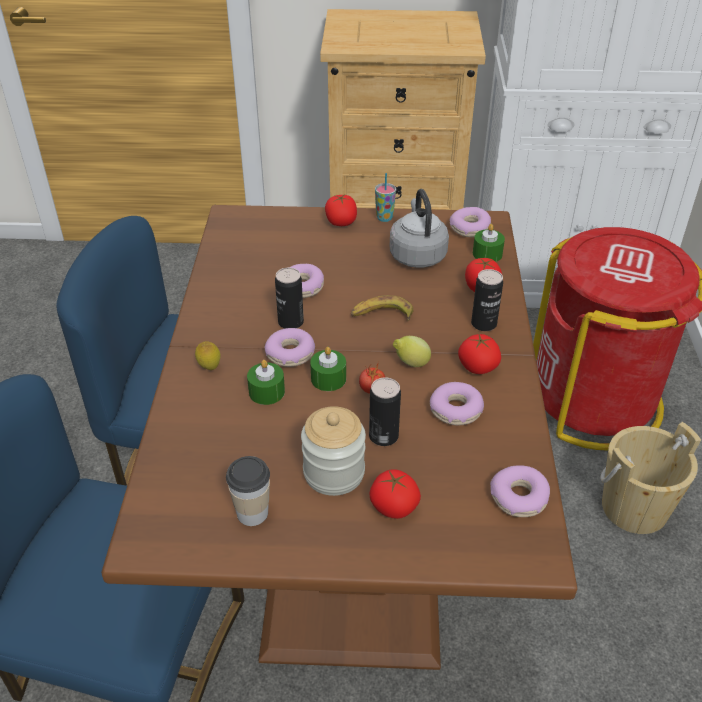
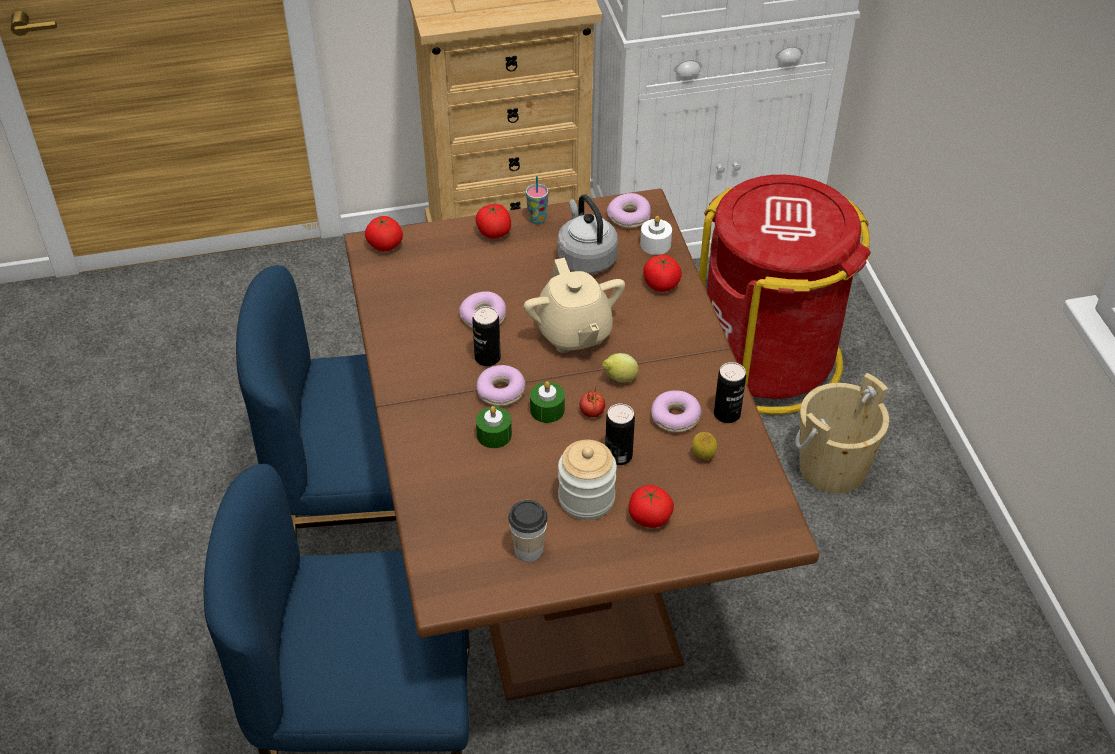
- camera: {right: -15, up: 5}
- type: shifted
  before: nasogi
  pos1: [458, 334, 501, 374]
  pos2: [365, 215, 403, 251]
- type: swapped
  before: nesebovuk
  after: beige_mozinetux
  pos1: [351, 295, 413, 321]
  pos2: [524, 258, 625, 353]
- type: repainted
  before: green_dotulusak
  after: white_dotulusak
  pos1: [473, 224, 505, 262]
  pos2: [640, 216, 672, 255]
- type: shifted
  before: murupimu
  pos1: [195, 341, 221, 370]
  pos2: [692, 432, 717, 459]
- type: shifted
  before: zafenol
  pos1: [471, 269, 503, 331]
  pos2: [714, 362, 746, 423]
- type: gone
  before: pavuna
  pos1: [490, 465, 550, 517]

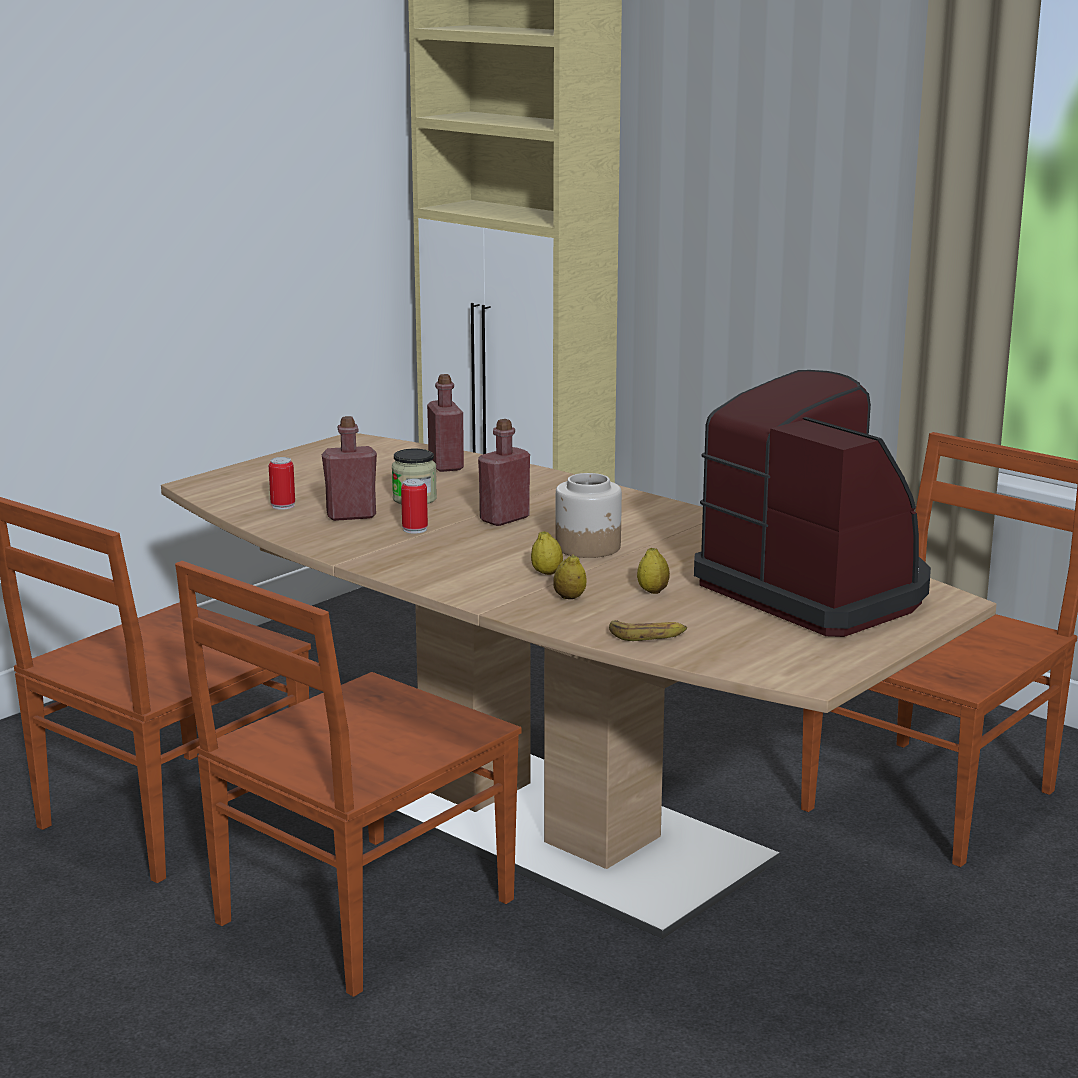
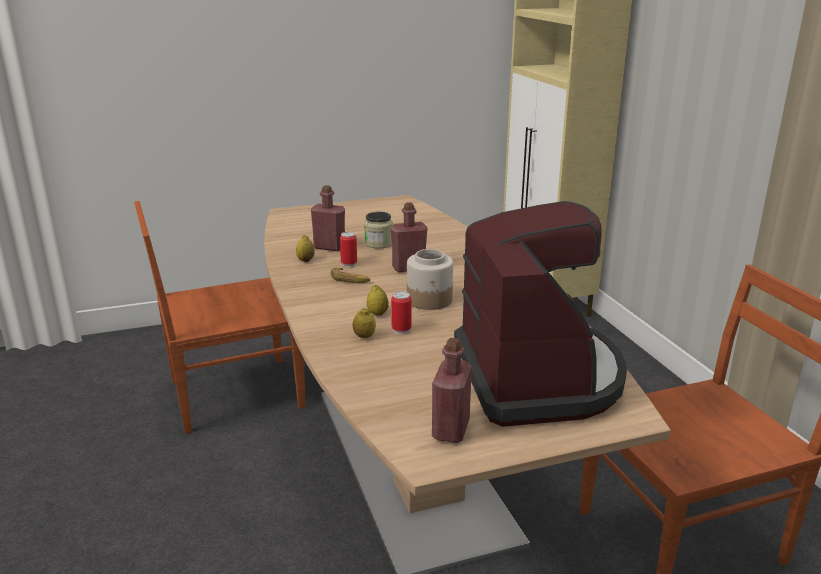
- camera: {right: 30, up: 5}
- type: shifted
  before: murupimu
  pos1: [637, 548, 670, 594]
  pos2: [296, 235, 315, 262]
- type: shifted
  before: nesebovuk
  pos1: [609, 620, 687, 641]
  pos2: [331, 268, 370, 284]
- type: shifted
  before: zafenol
  pos1: [269, 457, 295, 510]
  pos2: [391, 291, 411, 334]
- type: shifted
  before: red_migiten
  pos1: [427, 374, 464, 472]
  pos2: [432, 338, 472, 443]
- type: gone
  before: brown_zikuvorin
  pos1: [175, 561, 522, 997]

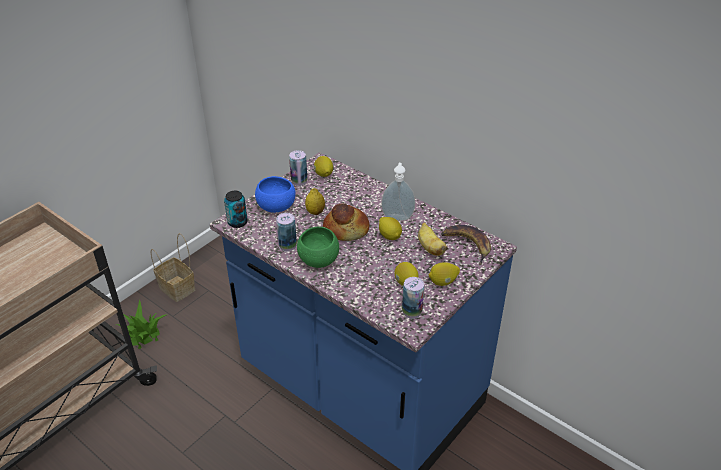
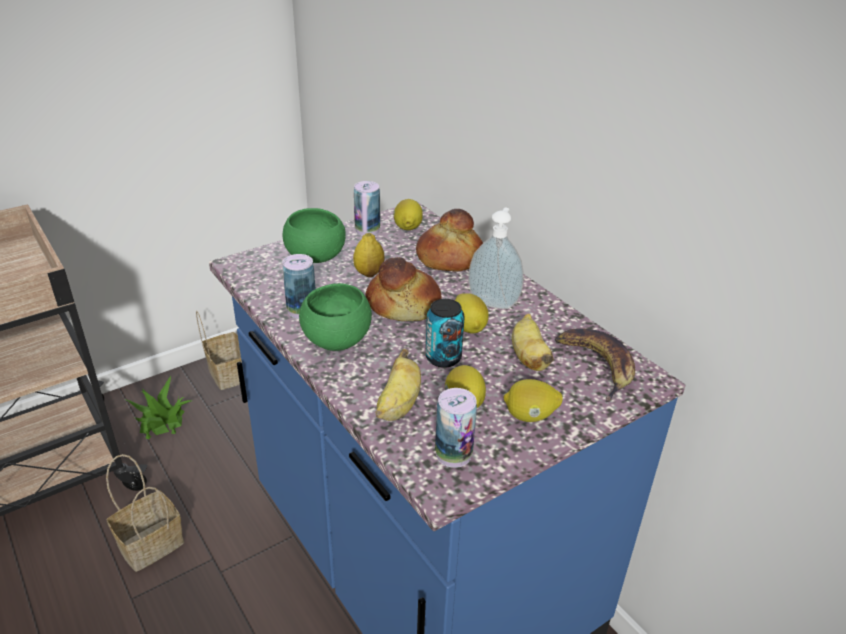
- camera: {right: 15, up: -5}
- type: new
  after: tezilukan
  pos2: [106, 454, 184, 572]
- type: repainted
  before: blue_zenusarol
  after: green_zenusarol
  pos1: [255, 176, 295, 213]
  pos2: [283, 208, 346, 263]
- type: new
  after: nesebovuk
  pos2: [375, 349, 421, 421]
- type: new
  after: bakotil
  pos2: [416, 209, 483, 271]
- type: shifted
  before: zafenol
  pos1: [224, 191, 248, 228]
  pos2: [425, 299, 465, 368]

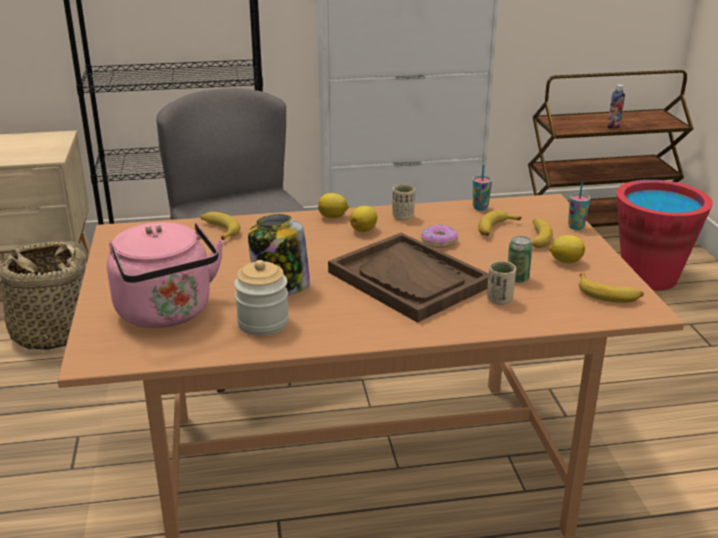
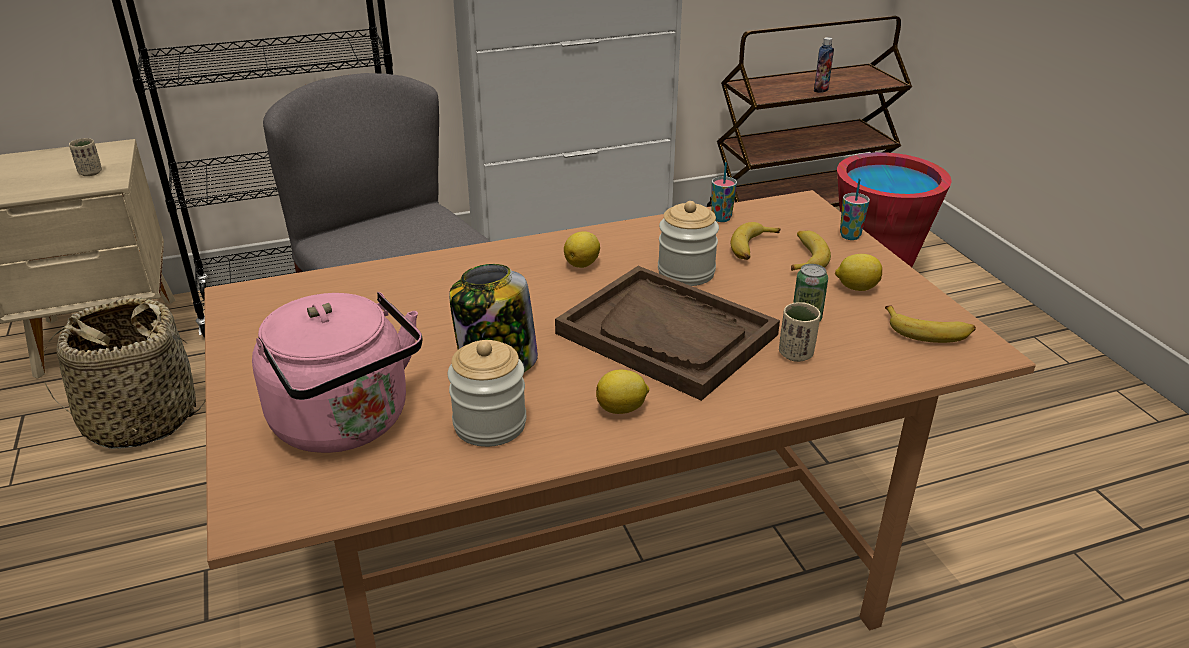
- camera: {right: -10, up: 5}
- type: shifted
  before: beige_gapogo
  pos1: [392, 184, 415, 221]
  pos2: [69, 138, 102, 176]
- type: shifted
  before: murupimu
  pos1: [318, 193, 349, 218]
  pos2: [596, 369, 649, 414]
- type: swapped
  before: pavuna
  after: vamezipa
  pos1: [421, 225, 458, 248]
  pos2: [658, 201, 719, 286]
- type: gone
  before: nesebovuk
  pos1: [201, 212, 240, 240]

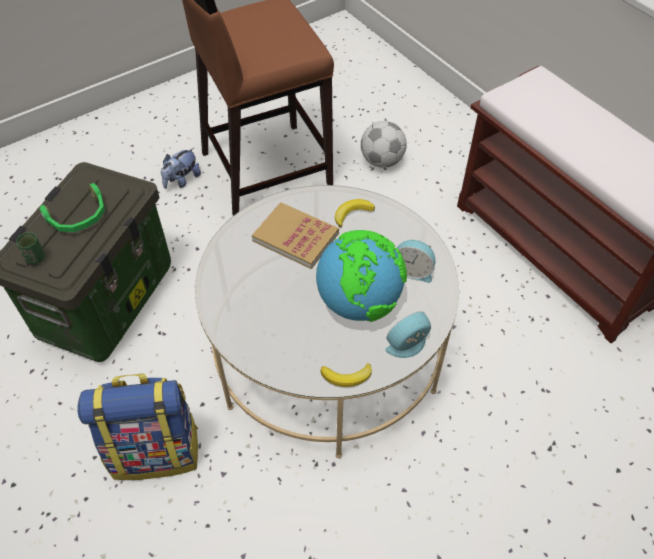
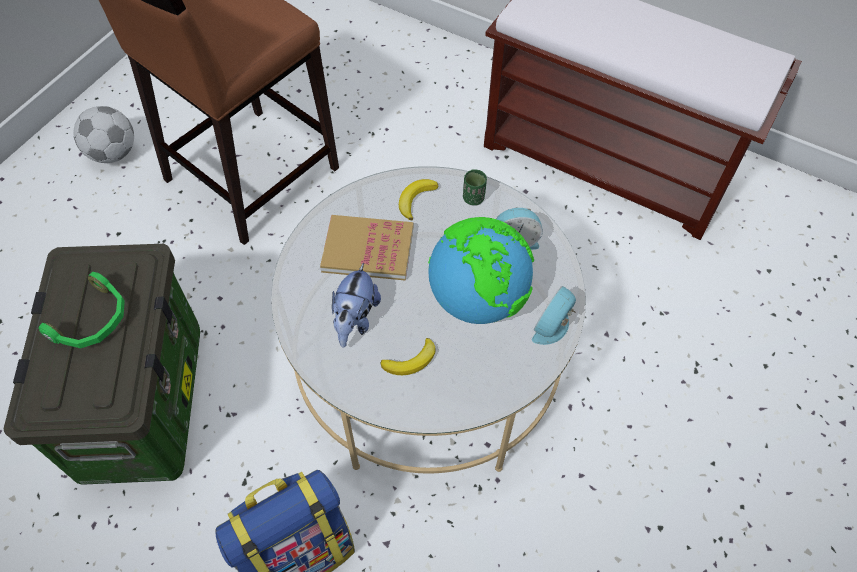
- camera: {right: -25, up: 5}
- type: shifted
  before: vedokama
  pos1: [361, 121, 407, 168]
  pos2: [73, 106, 134, 163]
- type: shifted
  before: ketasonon
  pos1: [161, 148, 201, 189]
  pos2: [332, 263, 381, 348]
- type: shifted
  before: nesebovuk
  pos1: [321, 363, 372, 387]
  pos2: [380, 338, 436, 375]
- type: shifted
  before: green_gapogo
  pos1: [16, 232, 45, 264]
  pos2: [463, 169, 487, 205]

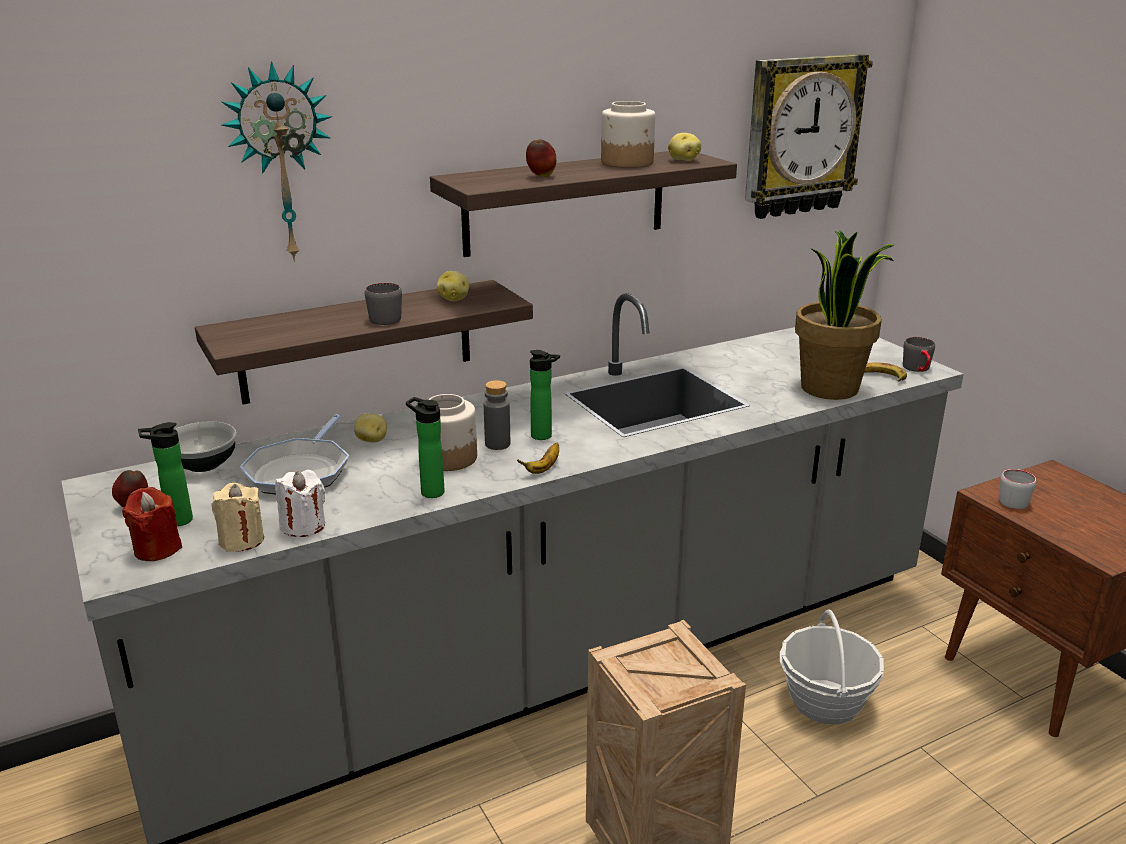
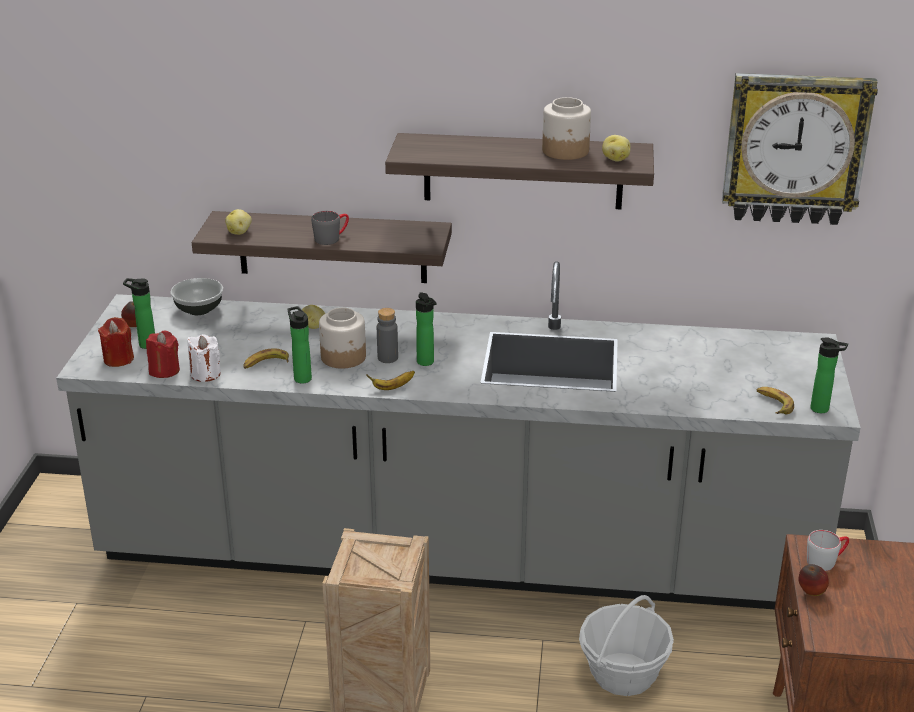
- camera: {right: 35, up: 5}
- type: repainted
  before: beige_dotulusak
  after: red_dotulusak
  pos1: [212, 483, 264, 552]
  pos2: [146, 330, 180, 378]
- type: shifted
  before: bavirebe
  pos1: [437, 271, 470, 301]
  pos2: [225, 209, 252, 235]
- type: new
  after: nesebovuk
  pos2: [243, 348, 289, 369]
- type: shifted
  before: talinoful
  pos1: [526, 139, 556, 177]
  pos2: [798, 564, 829, 596]
- type: swapped
  before: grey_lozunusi
  after: migiten
  pos1: [903, 337, 935, 372]
  pos2: [810, 337, 848, 413]
- type: gone
  before: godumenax
  pos1: [222, 61, 332, 262]
- type: gone
  before: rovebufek
  pos1: [240, 414, 349, 494]
- type: gone
  before: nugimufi
  pos1: [795, 230, 894, 400]

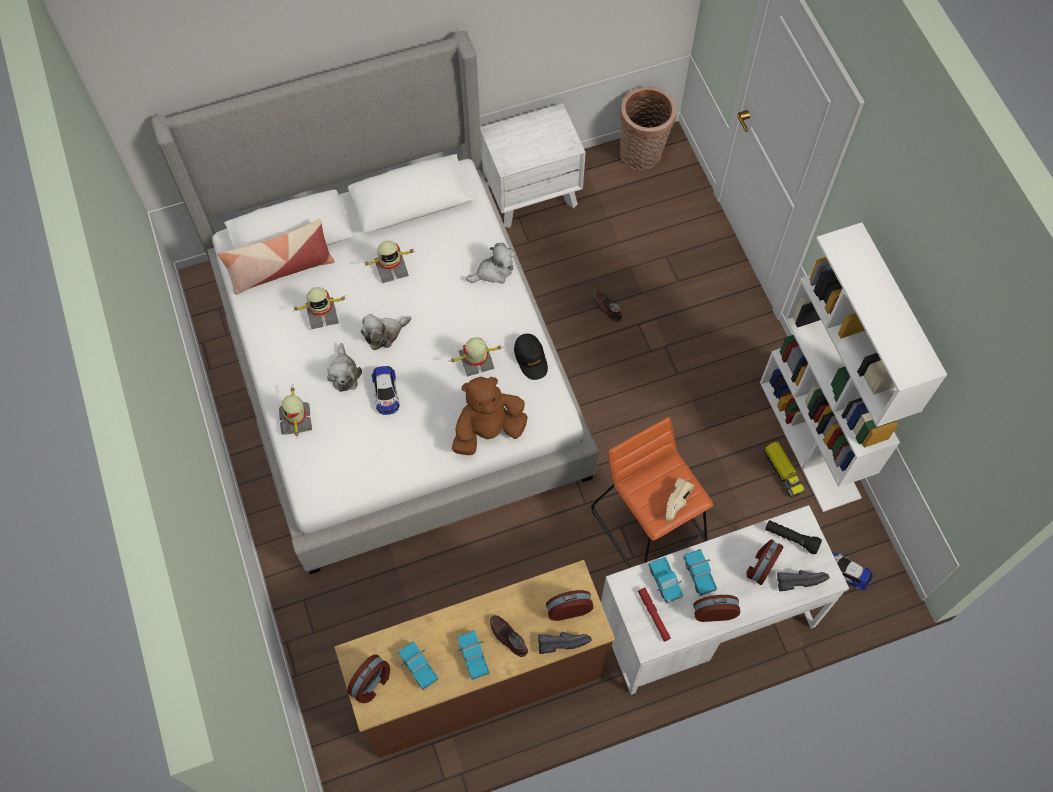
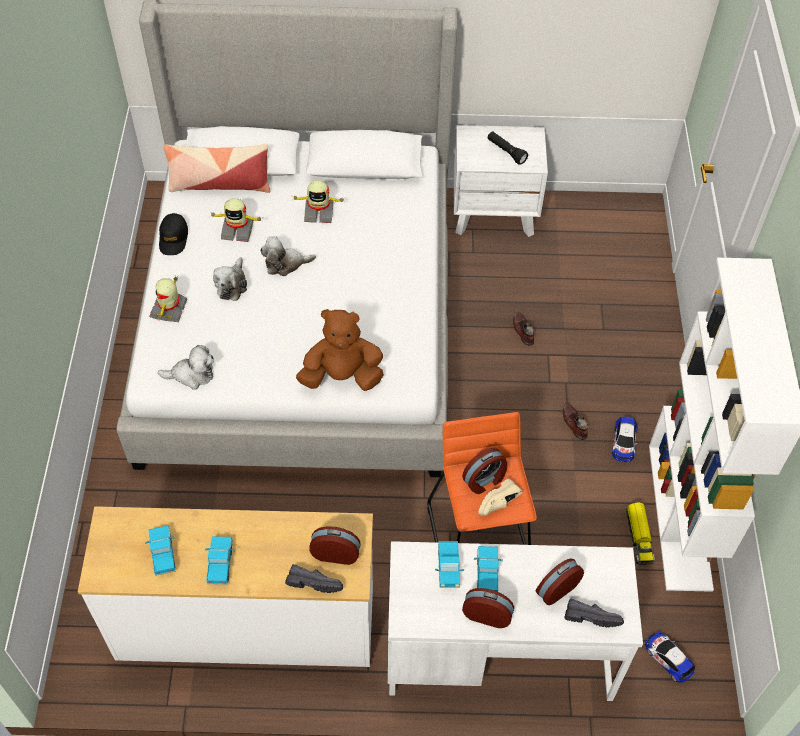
- camera: {right: 20, up: -10}
- type: repainted
  before: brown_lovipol
  after: white_lovipol
  pos1: [335, 560, 615, 758]
  pos2: [78, 506, 373, 667]
- type: shifted
  before: ketasonon
  pos1: [466, 243, 515, 284]
  pos2: [158, 345, 214, 390]
- type: shifted
  before: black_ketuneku
  pos1: [514, 334, 548, 380]
  pos2: [159, 213, 188, 255]
- type: shifted
  before: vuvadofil
  pos1: [347, 654, 390, 703]
  pos2: [462, 448, 507, 494]
- type: shifted
  before: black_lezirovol
  pos1: [765, 520, 822, 555]
  pos2: [488, 131, 528, 165]
- type: shifted
  before: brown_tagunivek
  pos1: [490, 615, 528, 657]
  pos2: [563, 403, 588, 440]
- type: shifted
  before: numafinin
  pos1: [372, 366, 400, 415]
  pos2: [612, 417, 638, 462]
- type: gone
  before: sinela
  pos1: [449, 337, 504, 377]
- type: gone
  before: tezilukan
  pos1: [620, 86, 677, 170]
- type: gone
  before: red_lezirovol
  pos1: [638, 588, 671, 642]

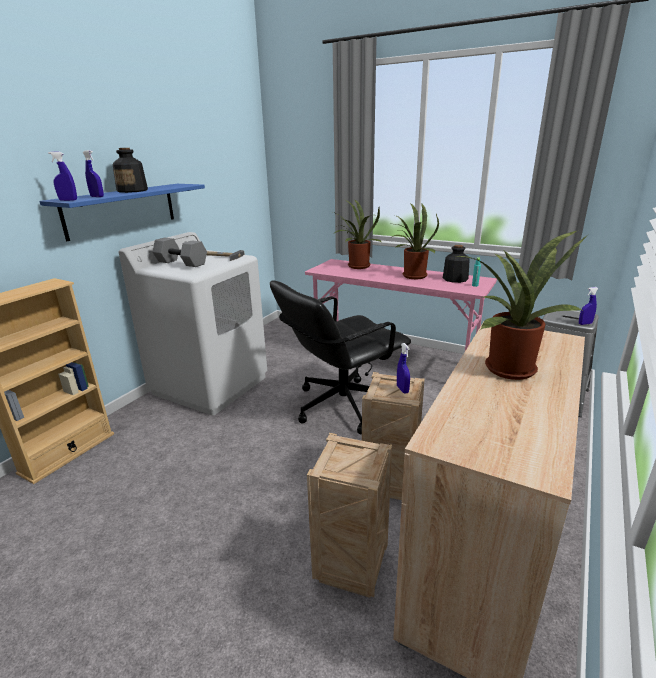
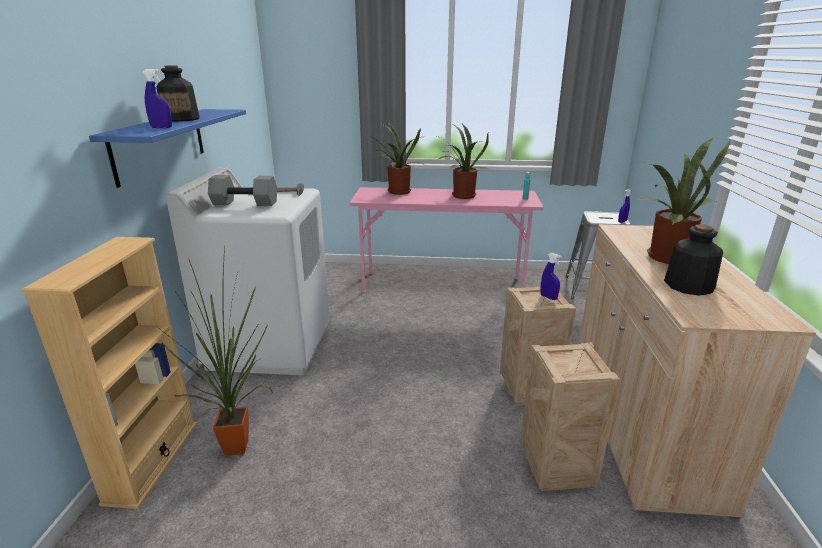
- camera: {right: -25, up: 0}
- type: new
  after: nugimufi
  pos2: [156, 247, 273, 456]
- type: shifted
  before: migiten
  pos1: [443, 245, 470, 283]
  pos2: [664, 224, 723, 296]
- type: gone
  before: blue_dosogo
  pos1: [48, 152, 77, 201]
- type: gone
  before: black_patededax
  pos1: [270, 281, 411, 435]

